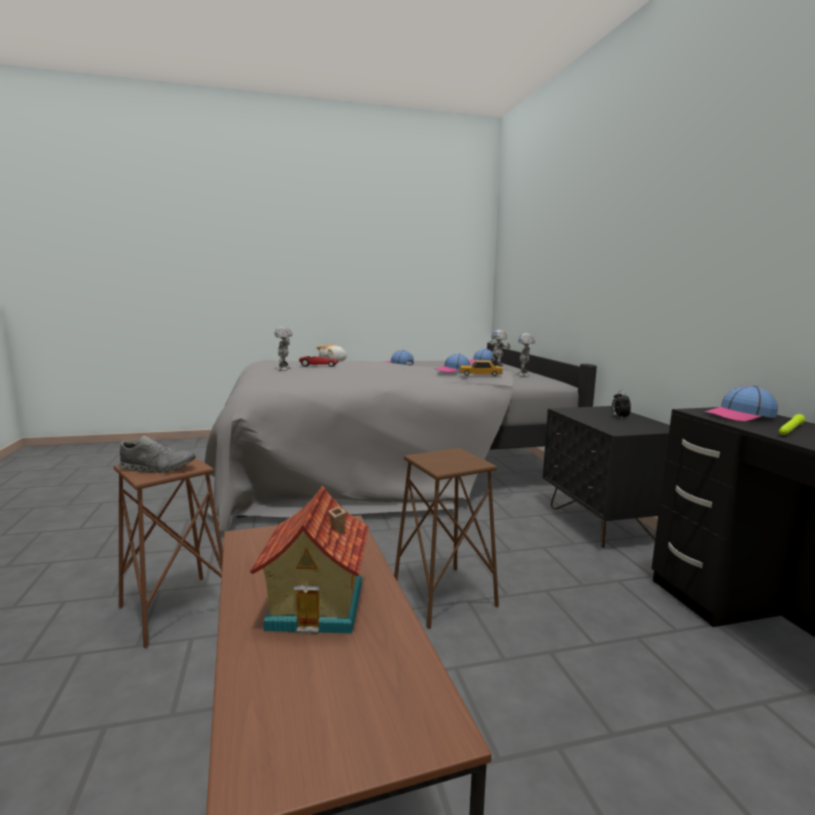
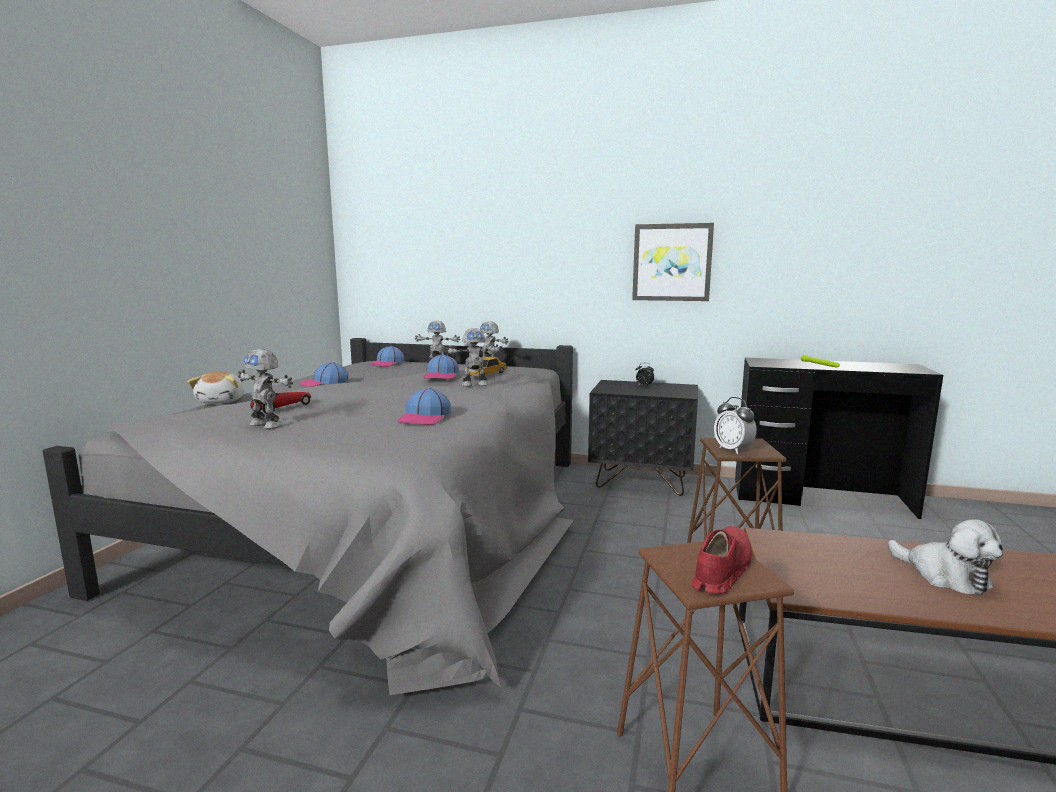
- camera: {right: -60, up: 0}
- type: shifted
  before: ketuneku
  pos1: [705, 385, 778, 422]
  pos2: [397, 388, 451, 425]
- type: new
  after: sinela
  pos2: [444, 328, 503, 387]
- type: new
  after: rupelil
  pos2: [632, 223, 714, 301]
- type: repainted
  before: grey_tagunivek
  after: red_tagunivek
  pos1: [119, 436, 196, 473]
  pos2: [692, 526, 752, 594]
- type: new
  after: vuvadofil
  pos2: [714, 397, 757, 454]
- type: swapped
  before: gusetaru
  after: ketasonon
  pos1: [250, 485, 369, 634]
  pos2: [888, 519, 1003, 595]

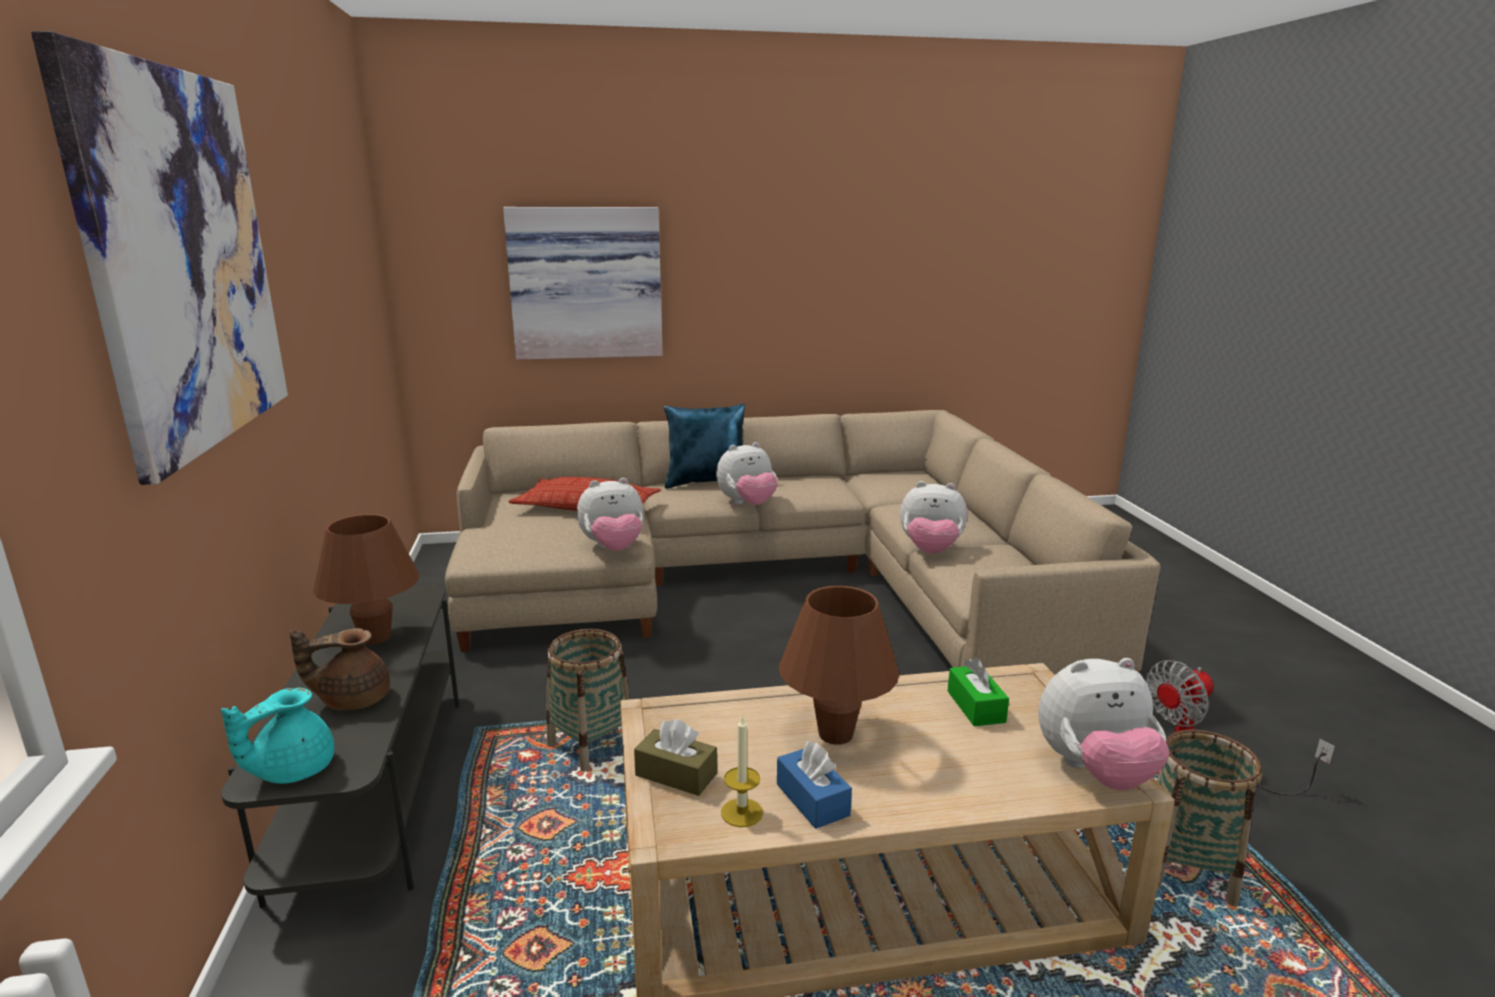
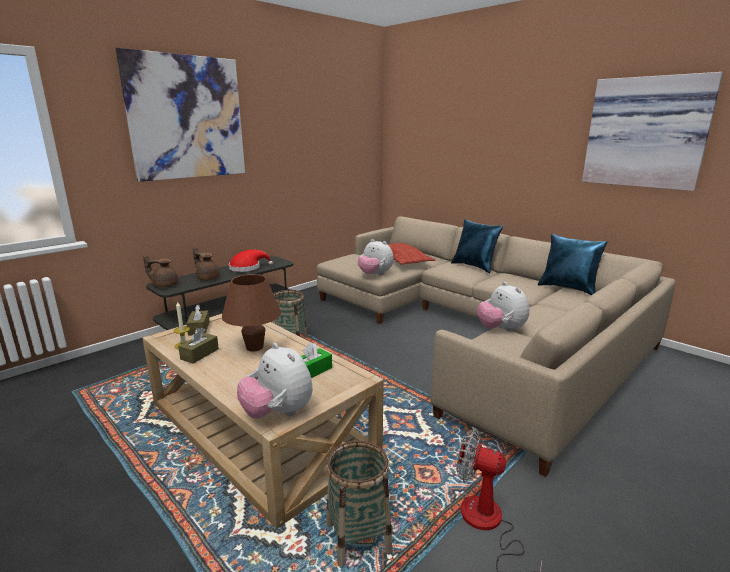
- camera: {right: 55, up: 0}
- type: repainted
  before: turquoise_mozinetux
  after: brown_mozinetux
  pos1: [221, 688, 334, 784]
  pos2: [143, 255, 179, 288]
- type: repainted
  before: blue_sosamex
  after: brown_sosamex
  pos1: [777, 741, 852, 829]
  pos2: [178, 328, 219, 364]
- type: swapped
  before: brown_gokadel
  after: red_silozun
  pos1: [313, 514, 419, 645]
  pos2: [229, 250, 273, 272]
- type: new
  after: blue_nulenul
  pos2: [538, 234, 608, 295]
- type: shifted
  before: rupelil
  pos1: [503, 207, 663, 360]
  pos2: [582, 72, 723, 191]
- type: gone
  before: ketasonon
  pos1: [716, 442, 778, 505]

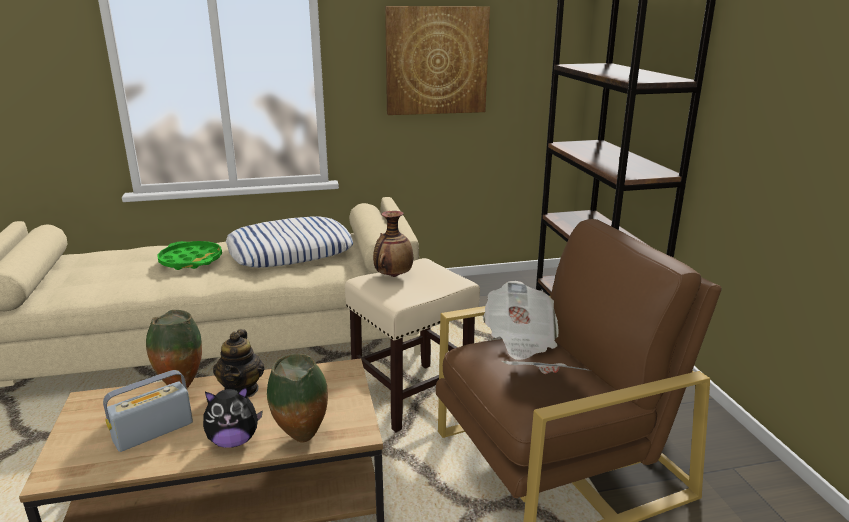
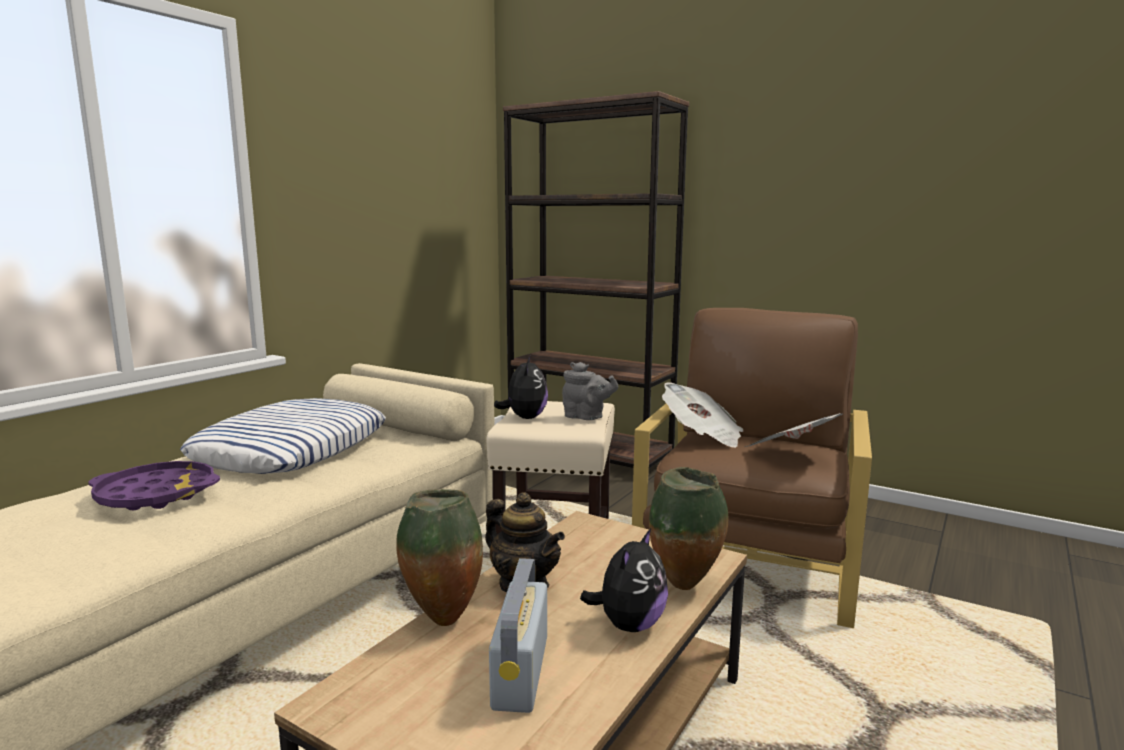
- camera: {right: -45, up: -10}
- type: repainted
  before: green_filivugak
  after: purple_filivugak
  pos1: [157, 241, 222, 270]
  pos2: [88, 461, 220, 510]
- type: swapped
  before: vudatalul
  after: ketasonon
  pos1: [373, 211, 413, 277]
  pos2: [494, 356, 548, 419]
- type: new
  after: grey_mozinetux
  pos2: [562, 362, 618, 420]
- type: gone
  before: rupelil
  pos1: [385, 6, 490, 115]

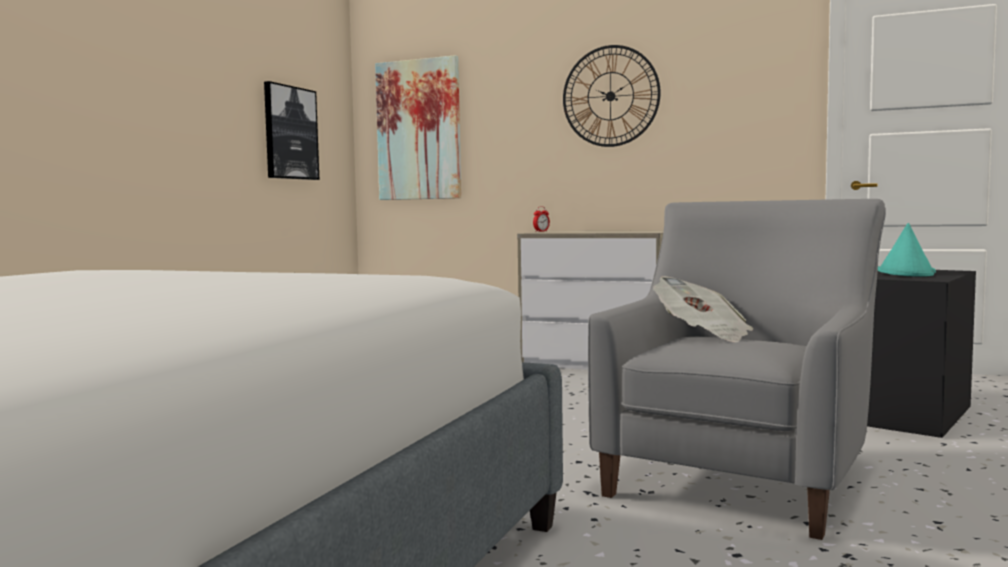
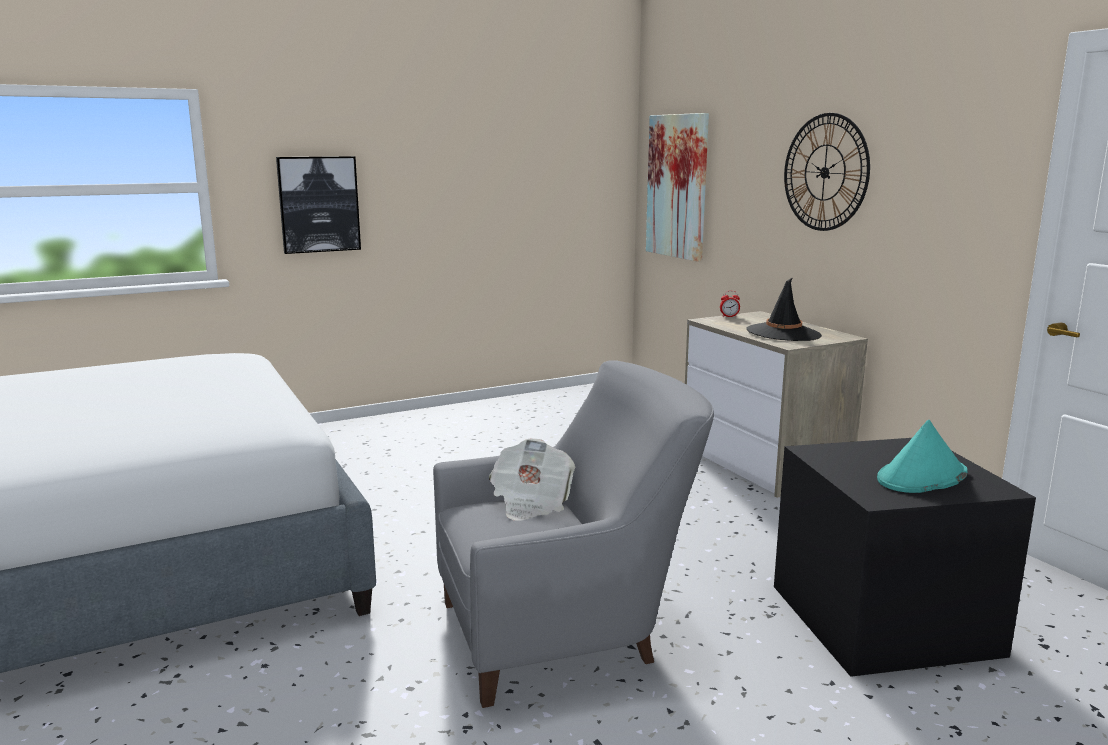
- camera: {right: 40, up: 10}
- type: shifted
  before: rupelil
  pos1: [264, 81, 319, 180]
  pos2: [276, 156, 361, 254]
- type: new
  after: black_silozun
  pos2: [746, 277, 822, 341]

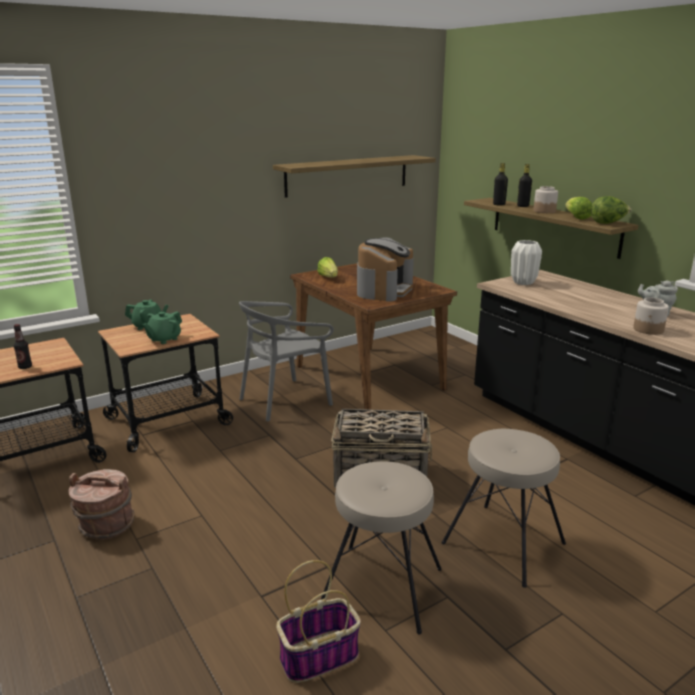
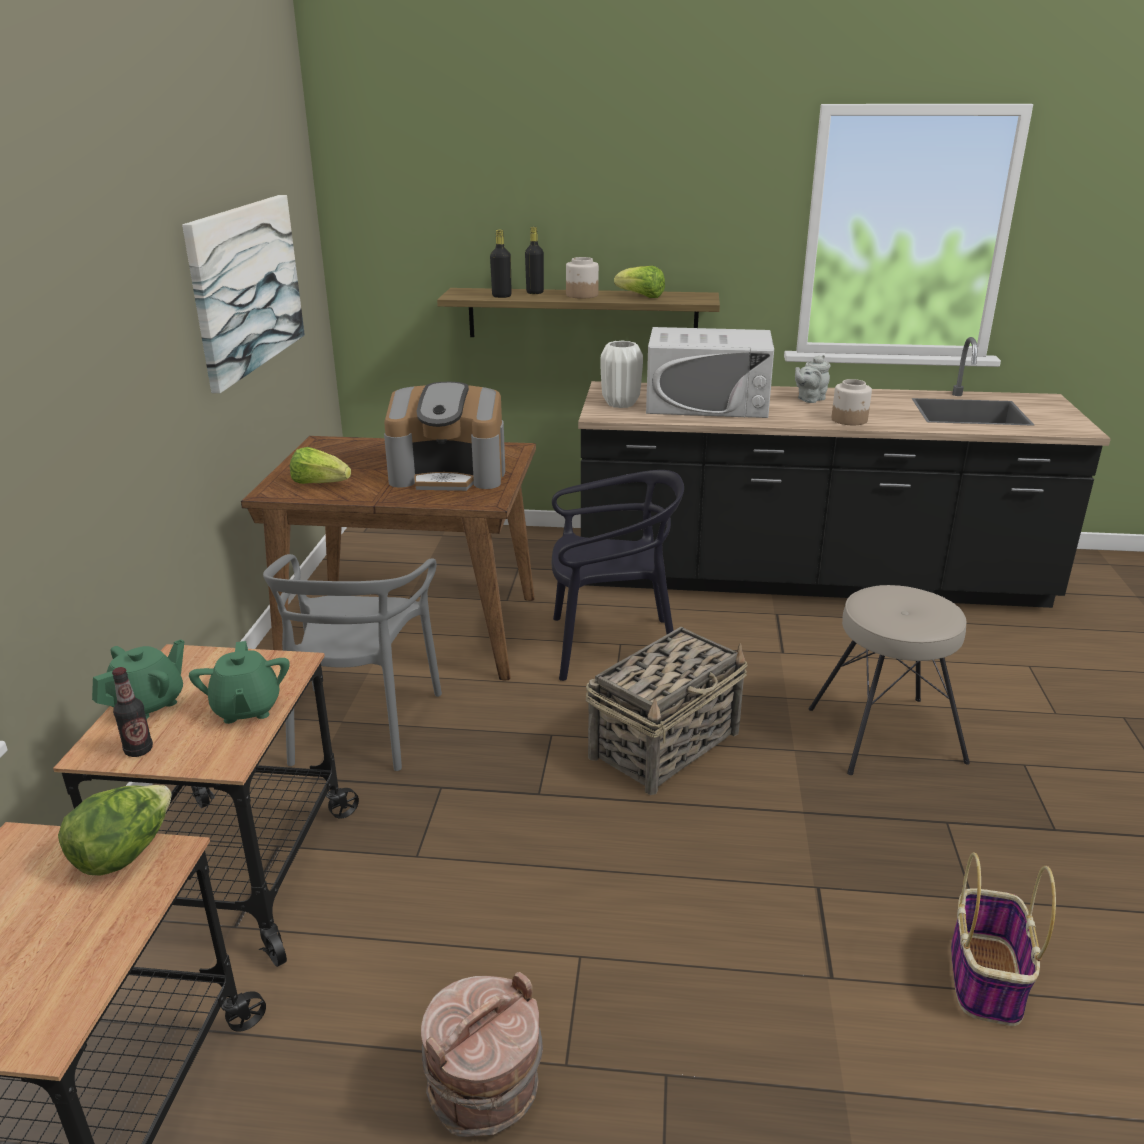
- camera: {right: -50, up: 5}
- type: shifted
  before: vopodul
  pos1: [591, 196, 632, 224]
  pos2: [58, 785, 172, 876]
- type: shifted
  before: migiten
  pos1: [14, 324, 32, 369]
  pos2: [112, 667, 153, 757]
- type: swapped
  before: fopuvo
  after: rupelil
  pos1: [273, 155, 436, 198]
  pos2: [182, 195, 305, 393]
- type: rotated
  before: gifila
  pos1: [357, 238, 414, 301]
  pos2: [384, 382, 505, 491]
  turn: 120
- type: new
  after: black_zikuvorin
  pos2: [552, 470, 684, 681]
- type: new
  after: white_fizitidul
  pos2: [646, 327, 774, 418]
- type: gone
  before: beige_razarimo
  pos1: [321, 461, 442, 634]

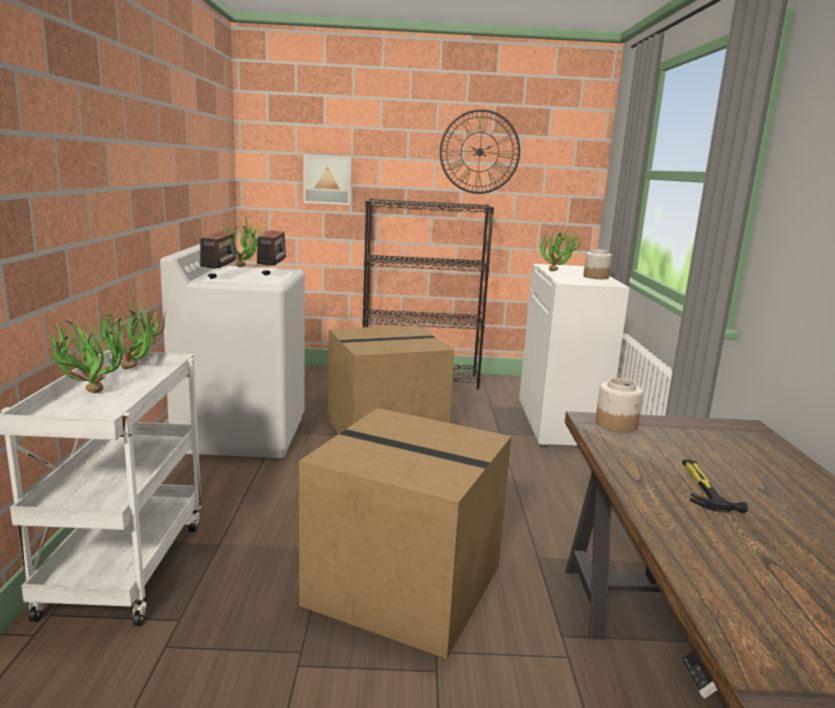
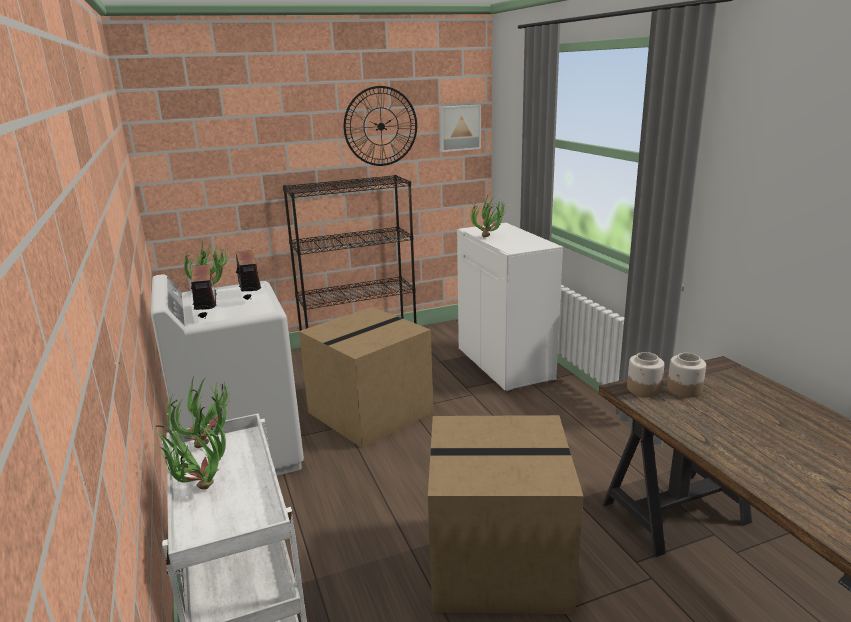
- camera: {right: -20, up: 5}
- type: shifted
  before: rupelil
  pos1: [304, 155, 351, 205]
  pos2: [439, 105, 481, 152]
- type: shifted
  before: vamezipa
  pos1: [583, 249, 612, 279]
  pos2: [667, 353, 706, 397]
- type: gone
  before: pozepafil
  pos1: [682, 459, 748, 513]

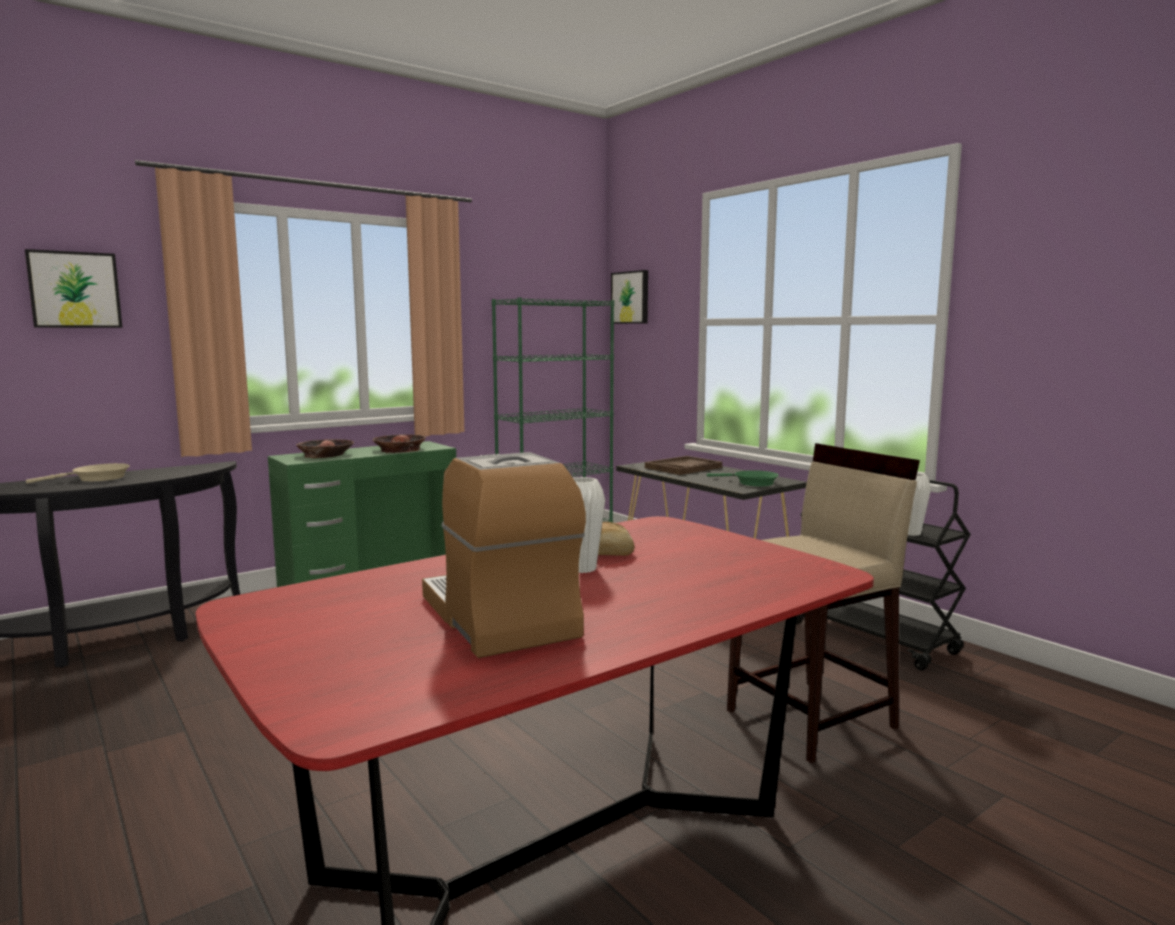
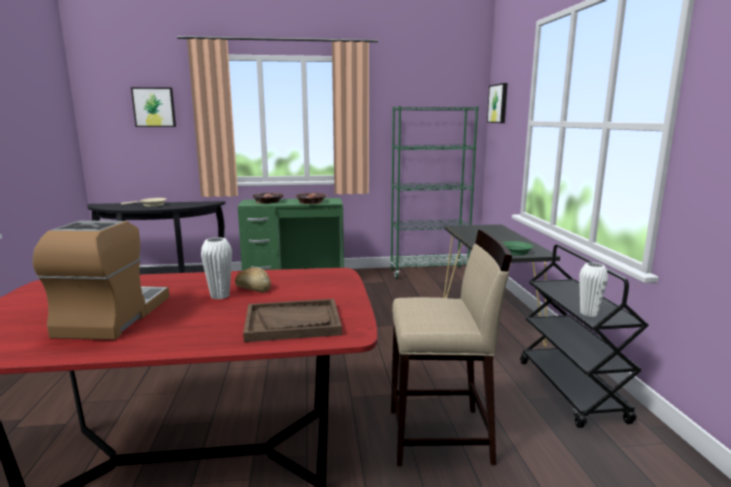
- camera: {right: 30, up: 5}
- type: shifted
  before: brown_filivugak
  pos1: [645, 456, 722, 475]
  pos2: [243, 299, 342, 342]

